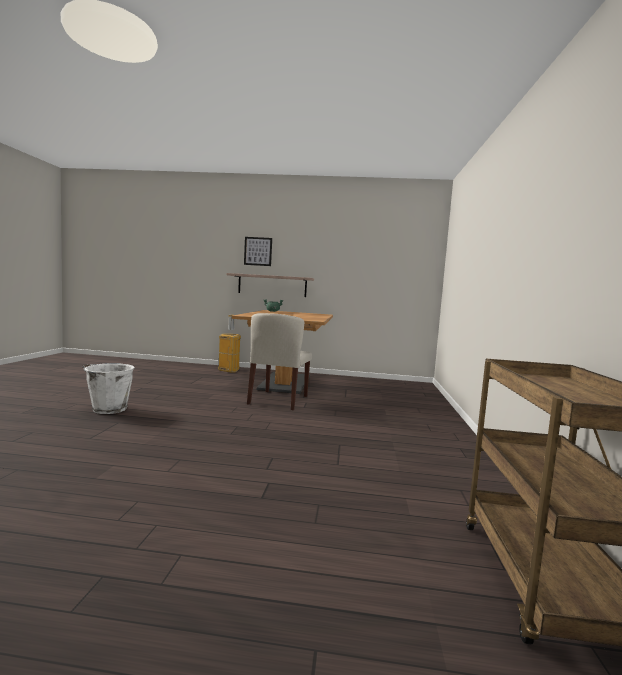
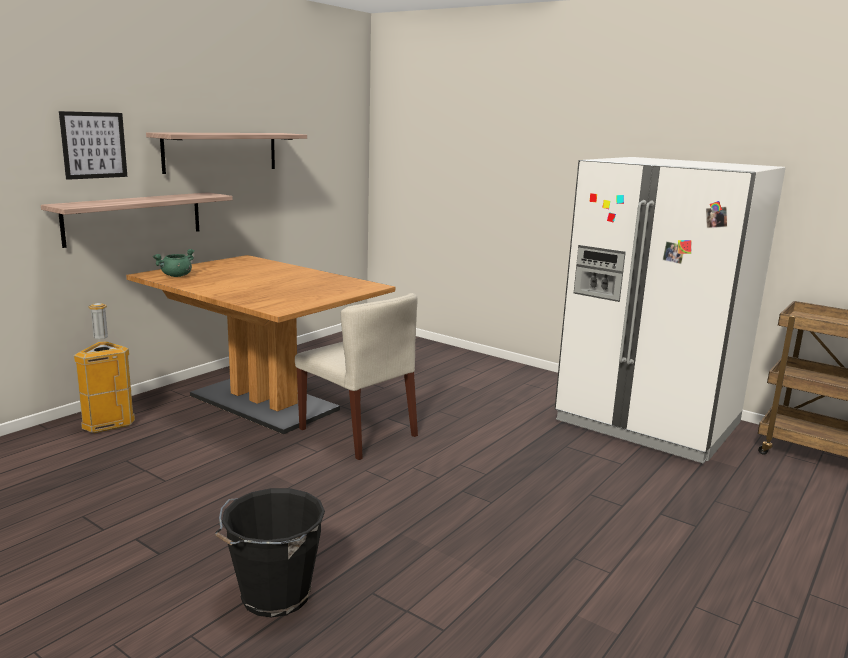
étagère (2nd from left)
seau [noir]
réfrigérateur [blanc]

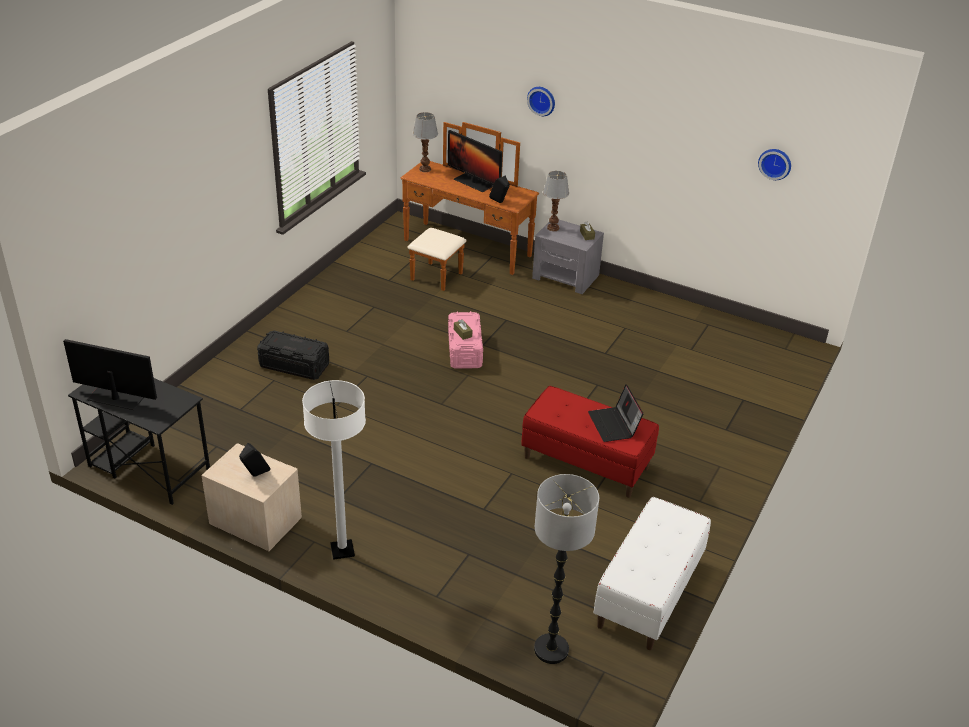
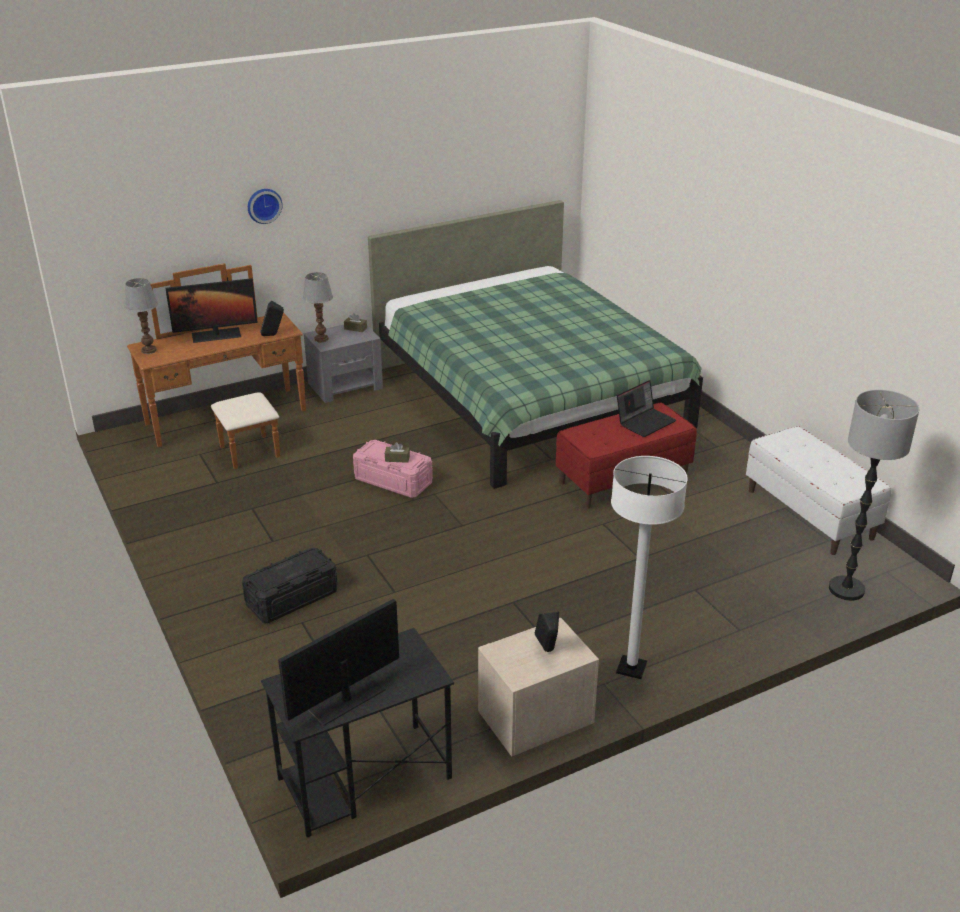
lit [vert]
ordinateur portable
horloge murale (2nd from left in the first image)

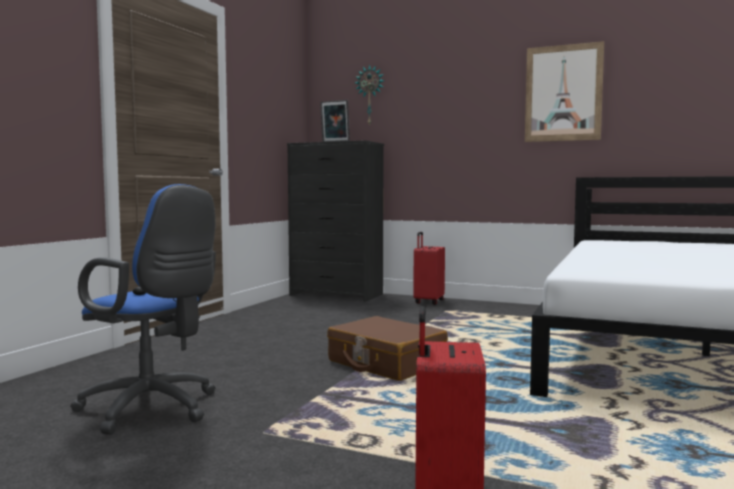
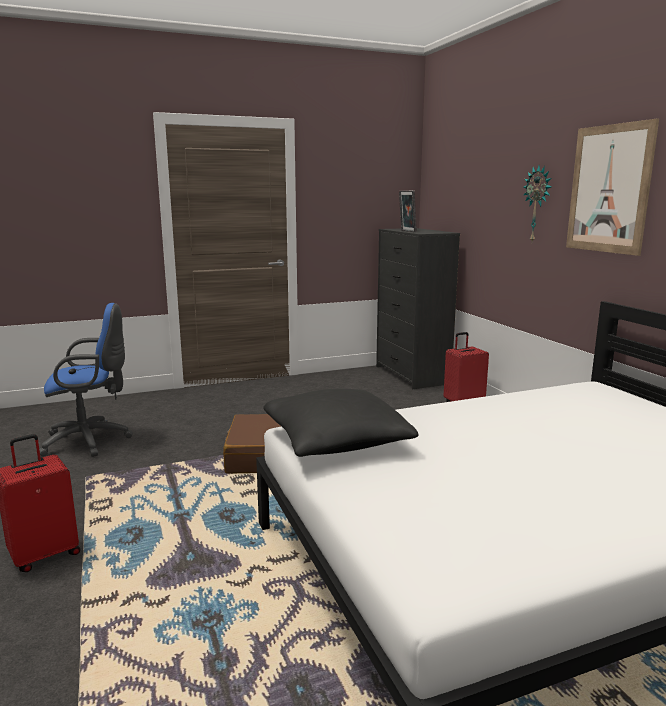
chaise de bureau [bleu]
coussin [noir]
horloge murale

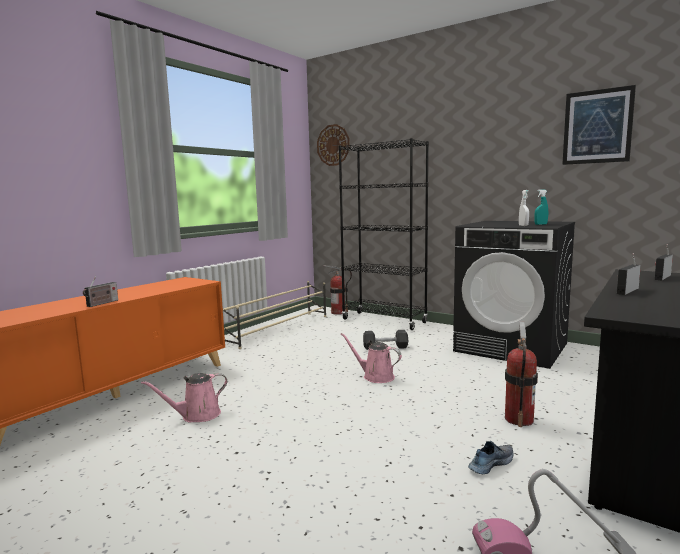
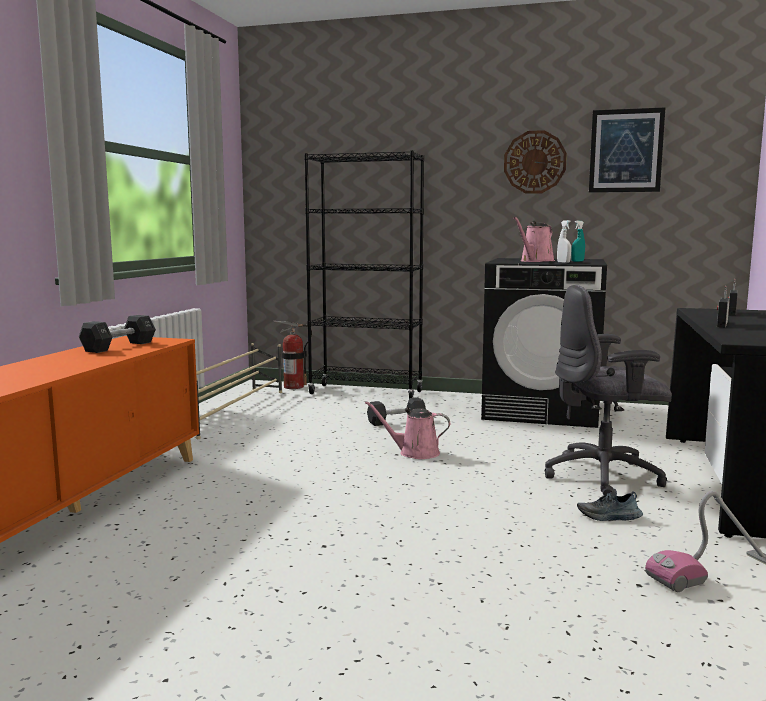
haltère [noir] (1st from left)
horloge murale
arrosoir [rose] (2nd from left)
chaise de bureau [gris]
chaussure
radio (1st from left in the first image)

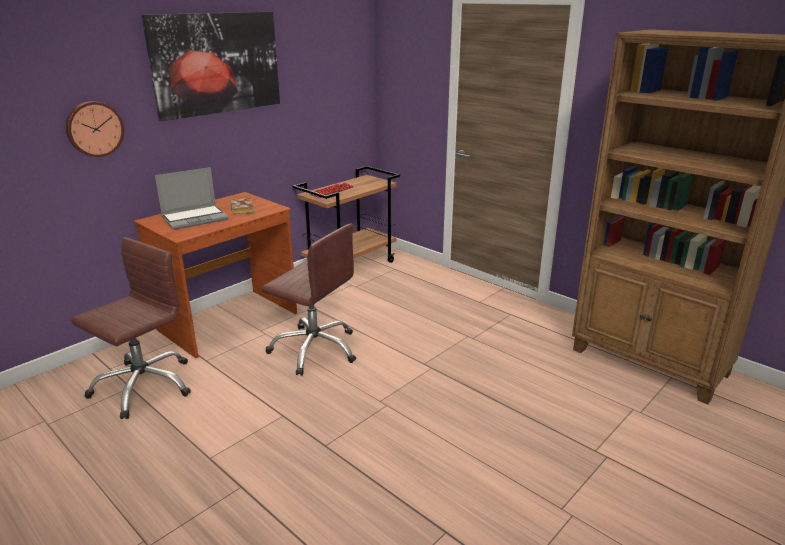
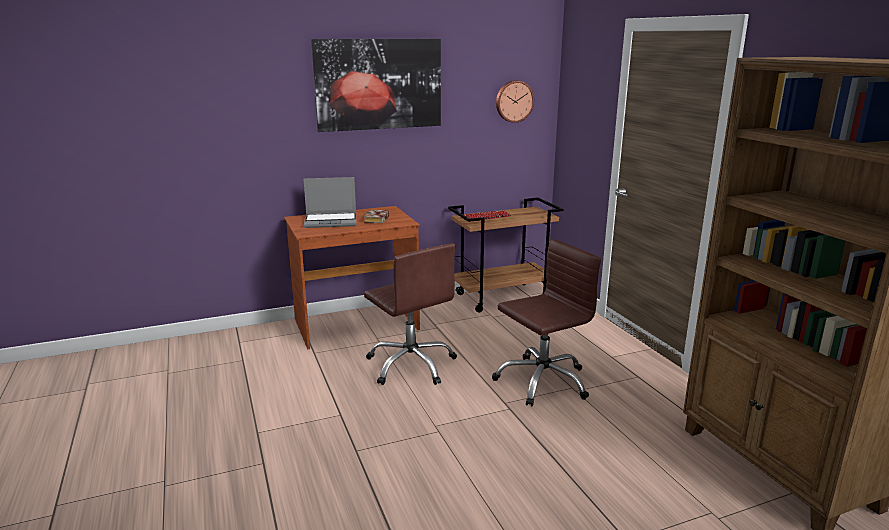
chaise de bureau [marron] (2nd from left)
horloge murale

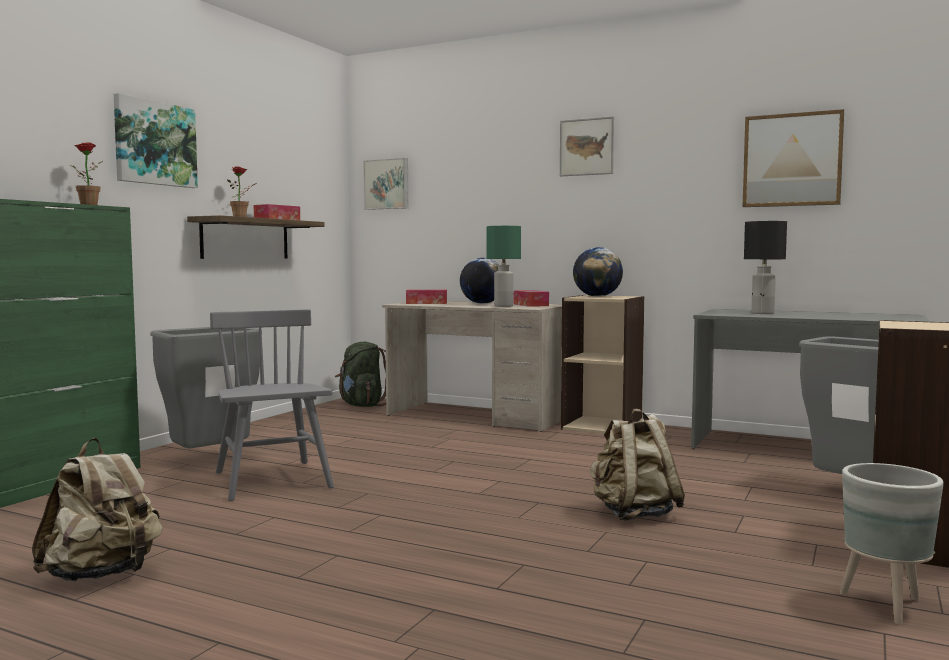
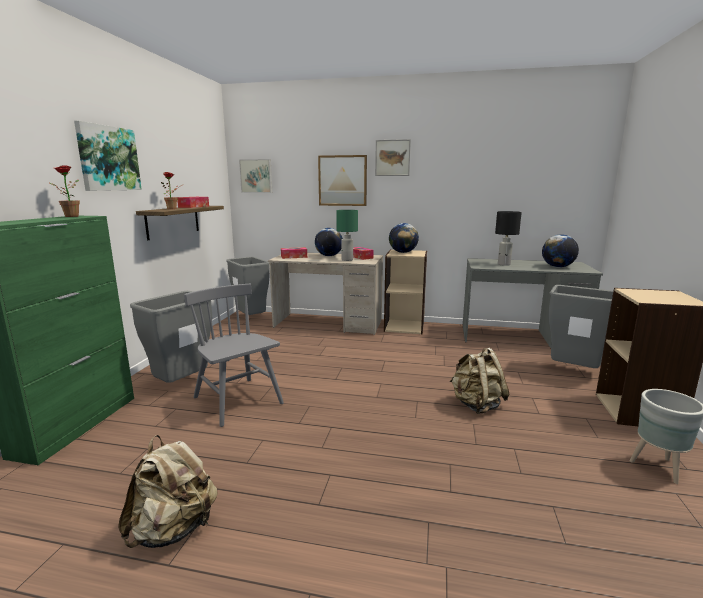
poubelle [gris] (2nd from left)
tableau (3rd from left)
globe (3rd from left)

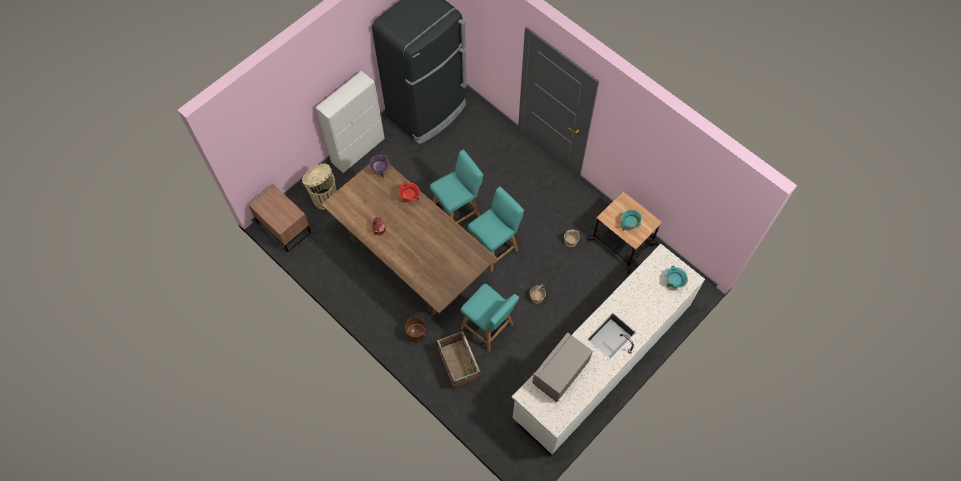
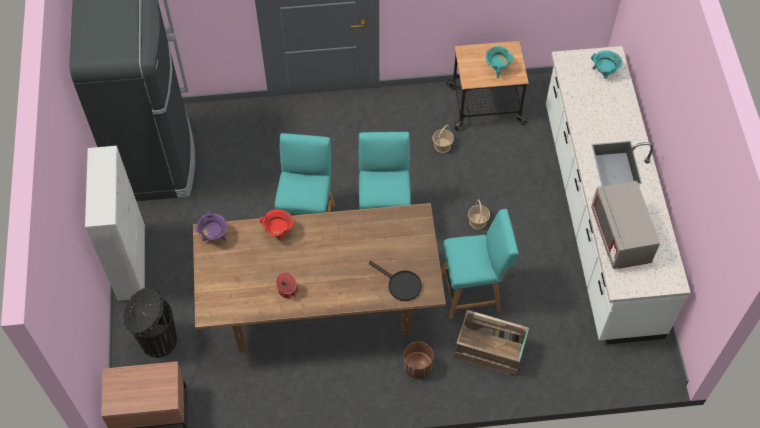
poubelle [noir]
poêle [noir]

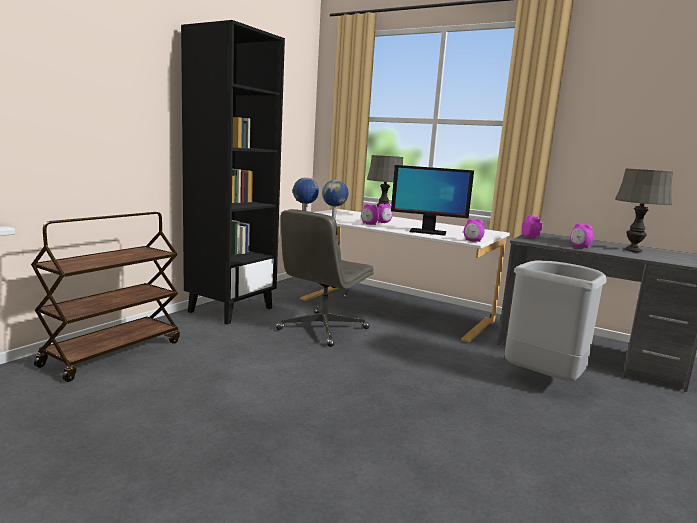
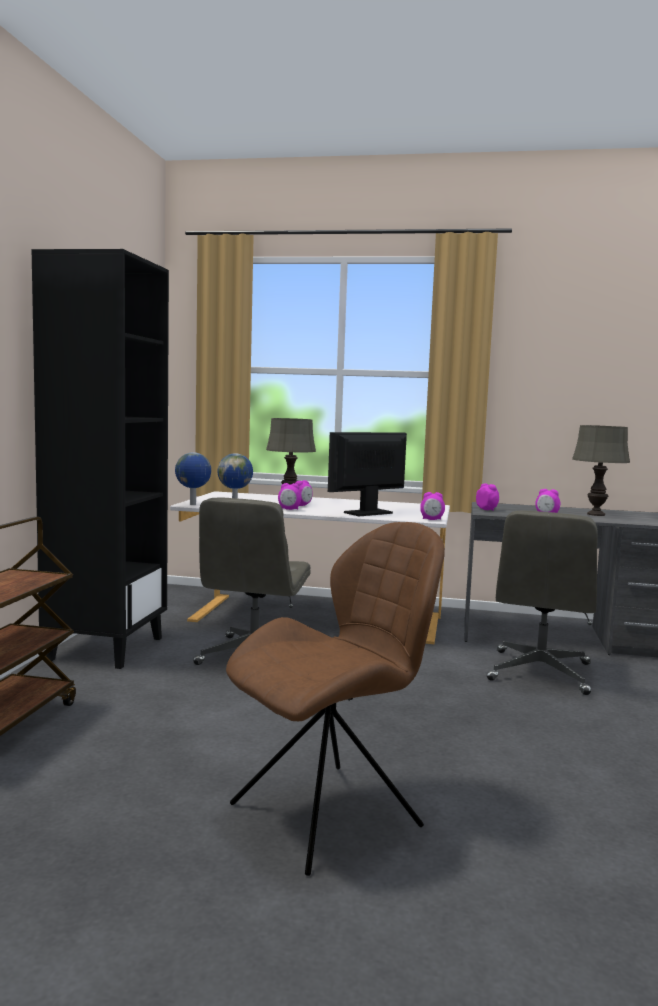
chaise [marron]
écran d'ordinateur
chaise de bureau [gris] (2nd from left)

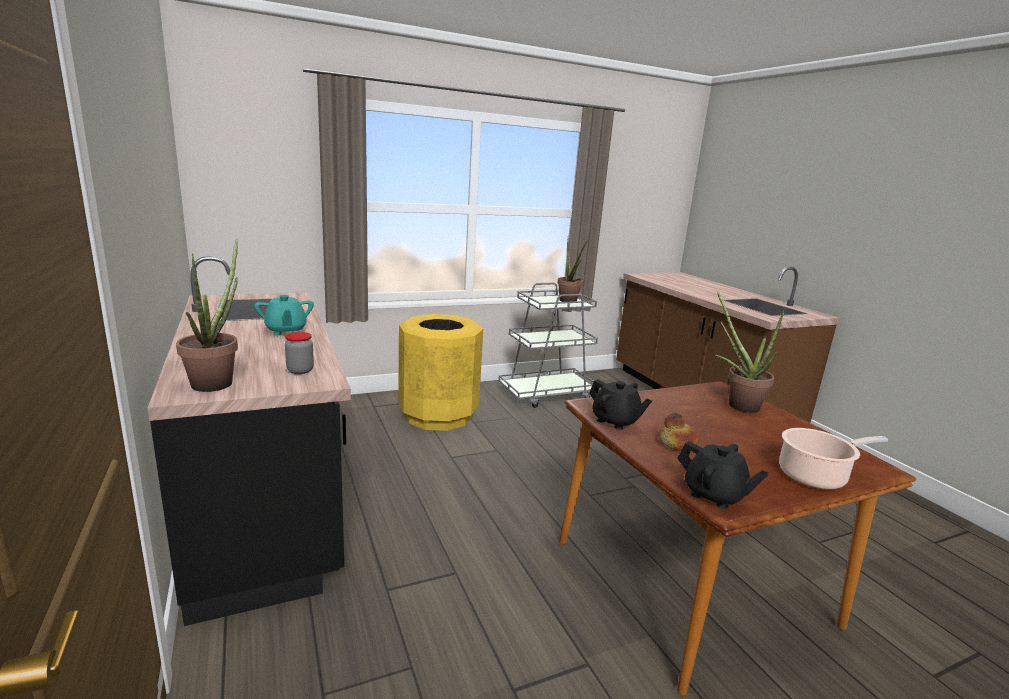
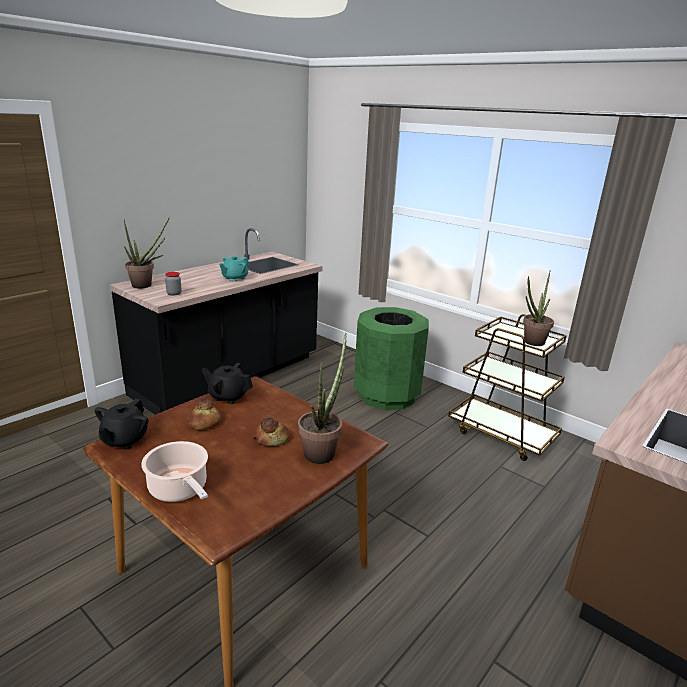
théière [noir] (2nd from left)
pain (2nd from left)
poubelle [vert]
chariot [marron]

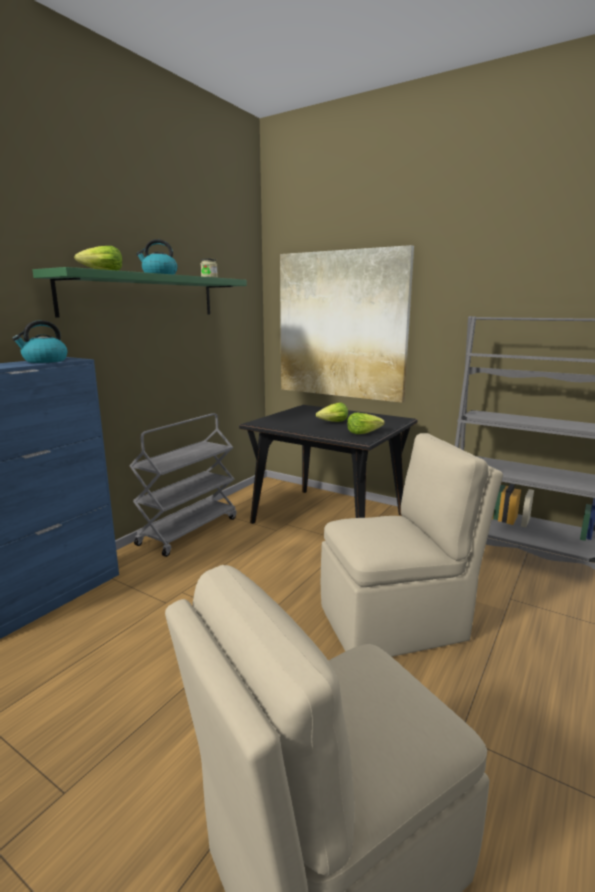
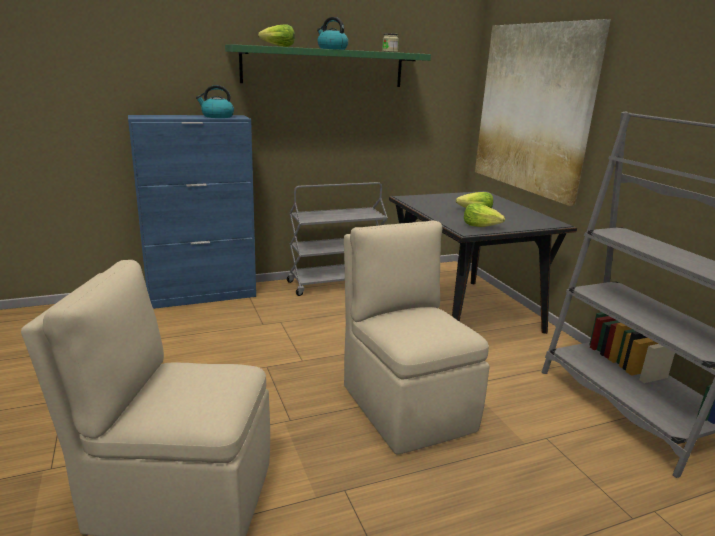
chaise [beige] (2nd from left)

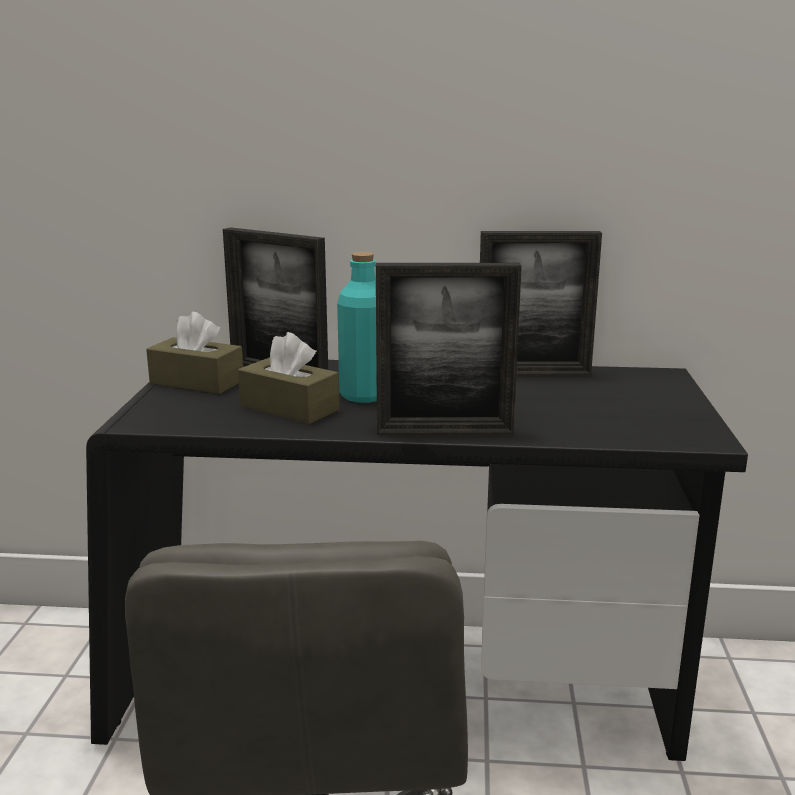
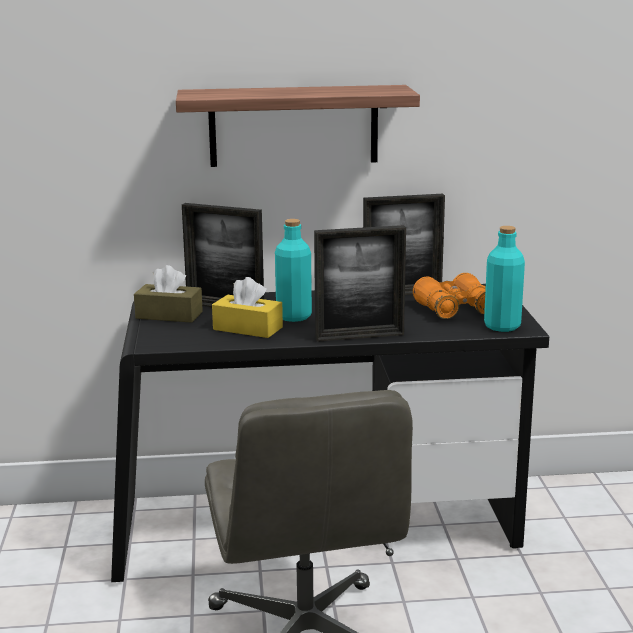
étagère
boîte à mouchoirs [jaune]
jumelles [orange]
bouteille [turquoise] (2nd from left)

